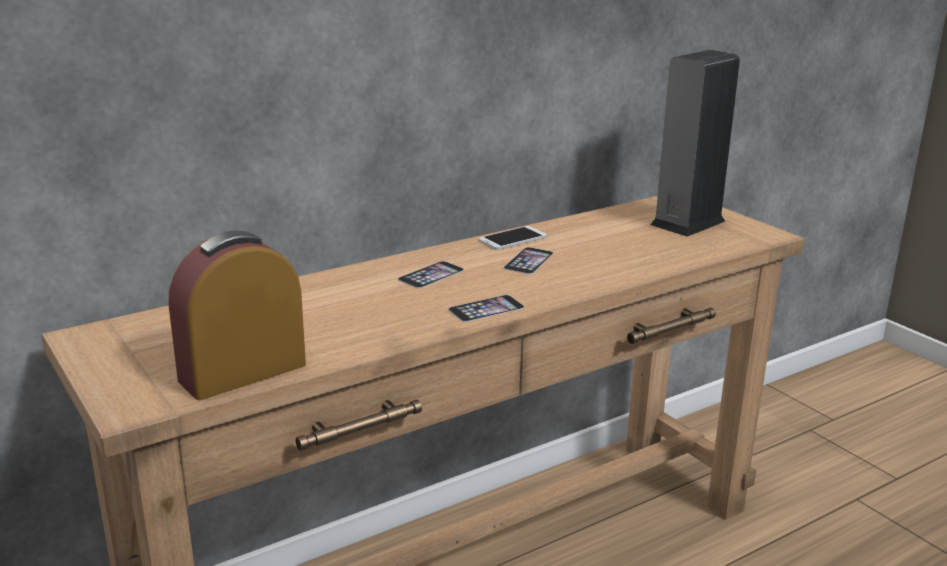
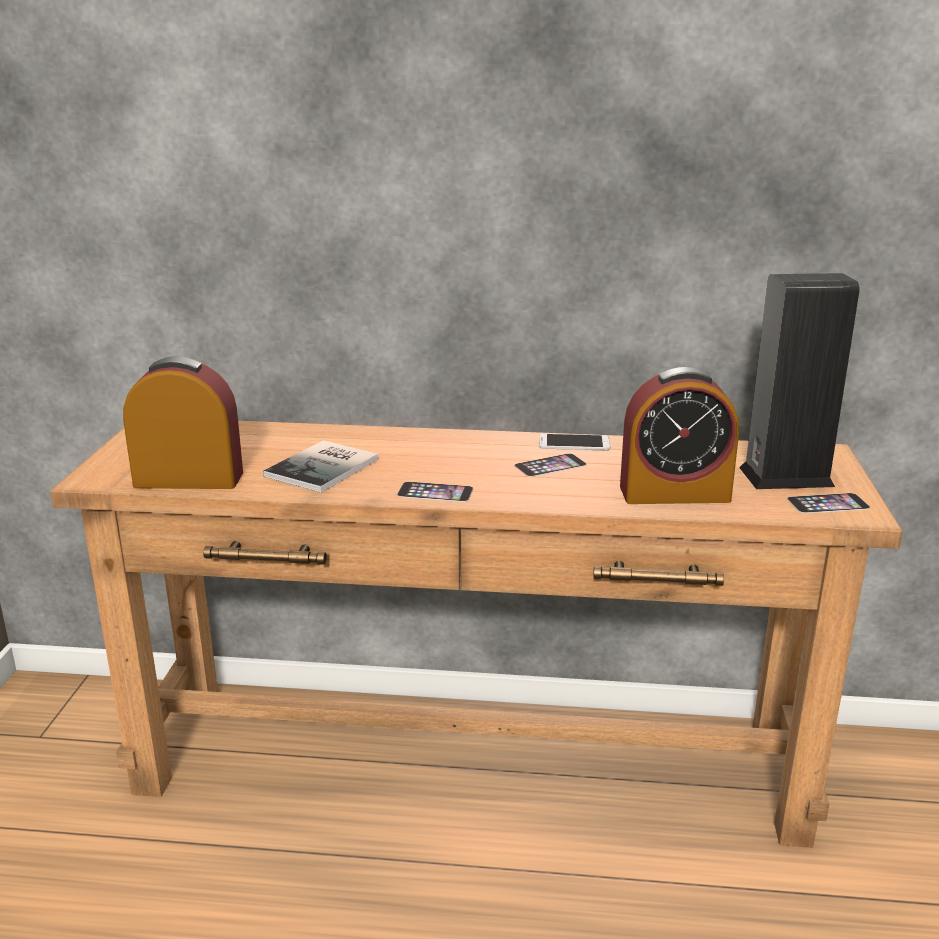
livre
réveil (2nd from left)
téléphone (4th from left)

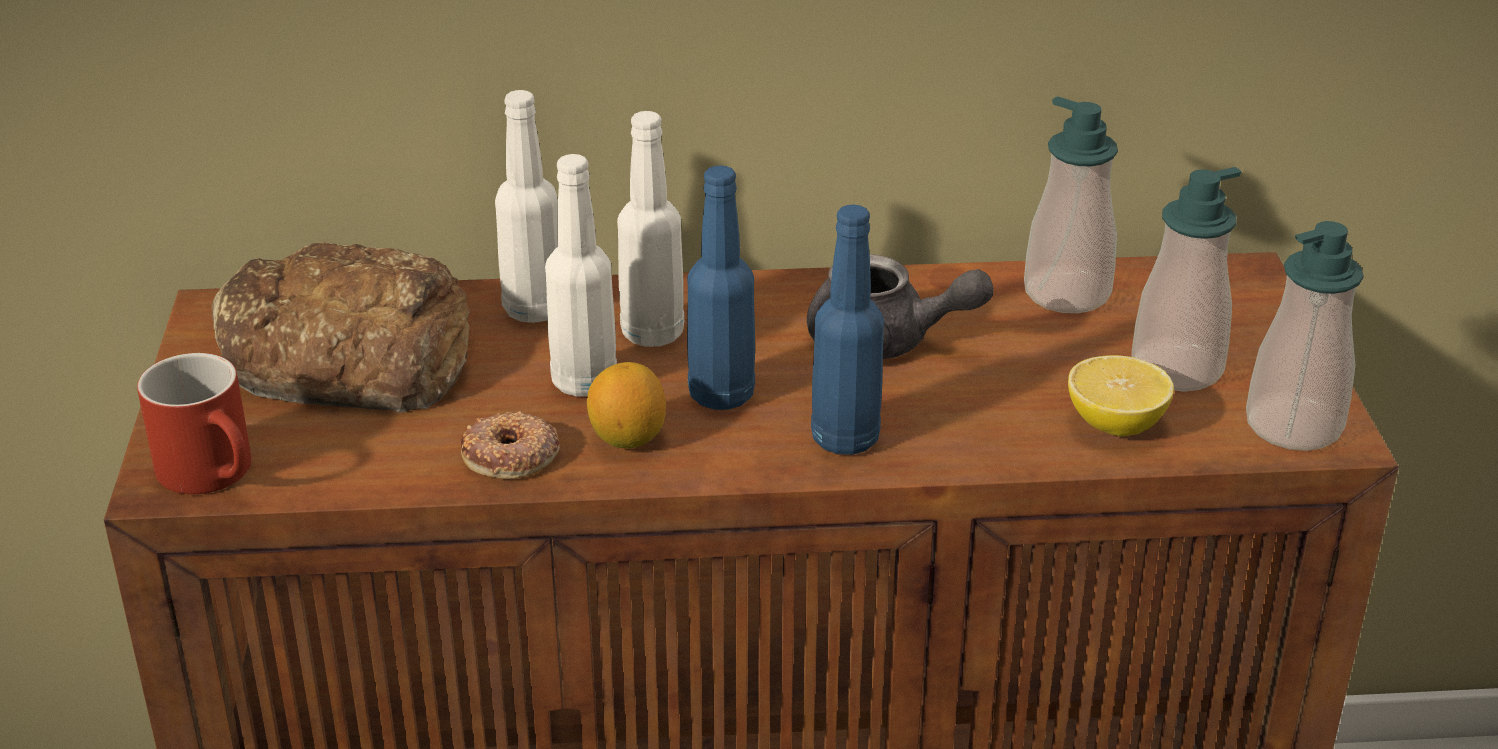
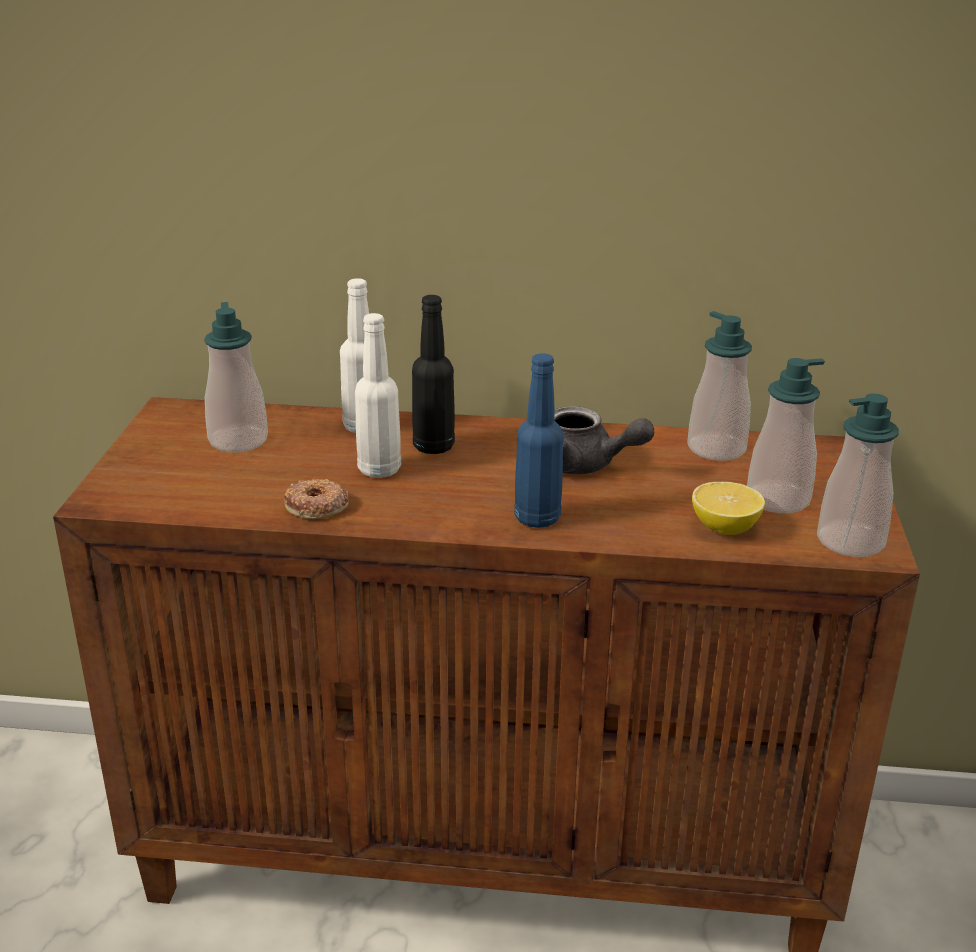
distributeur de savon (1st from left)
bouteille [noir]
mug [rouge]
citron (1st from left in the first image)
bouteille [bleu] (1st from left in the first image)

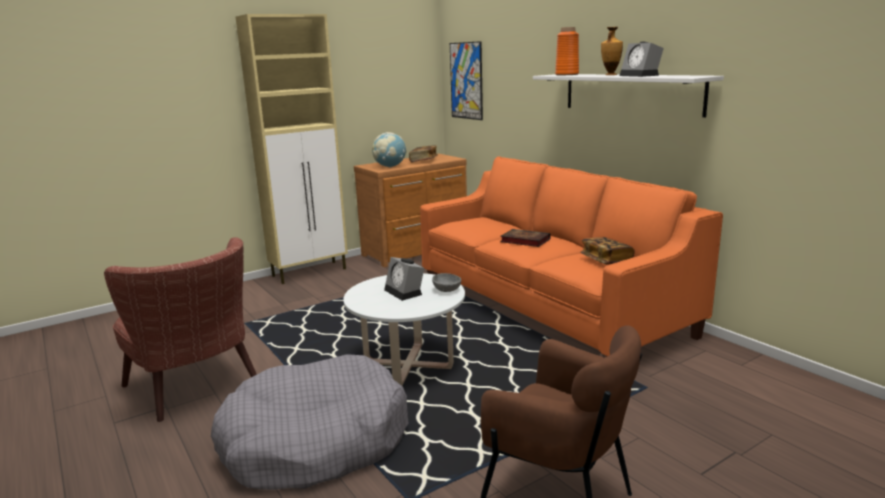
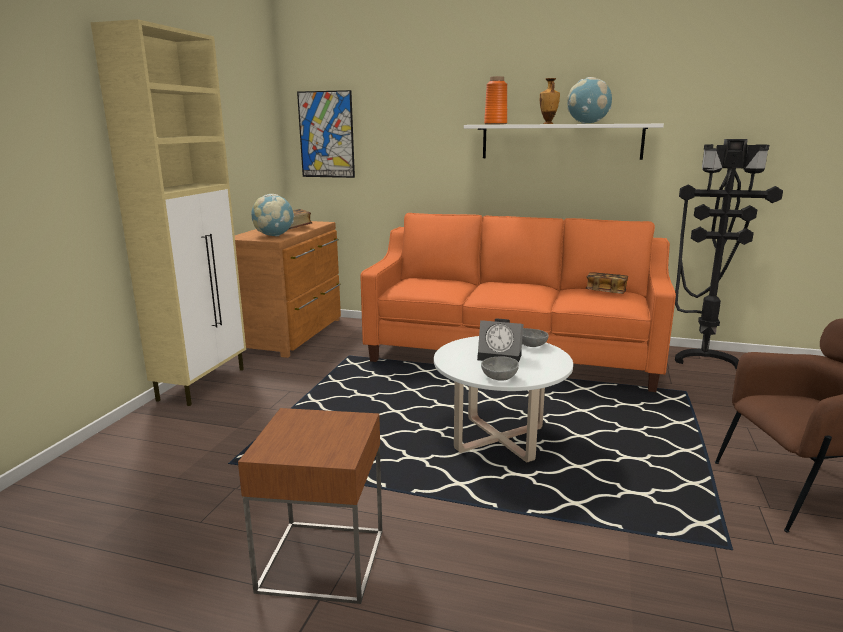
table d'appoint [marron]
bol [gris] (1st from left)
globe (2nd from left)
lampadaire [noir]
panier pour chien [gris]
livre (2nd from left in the first image)

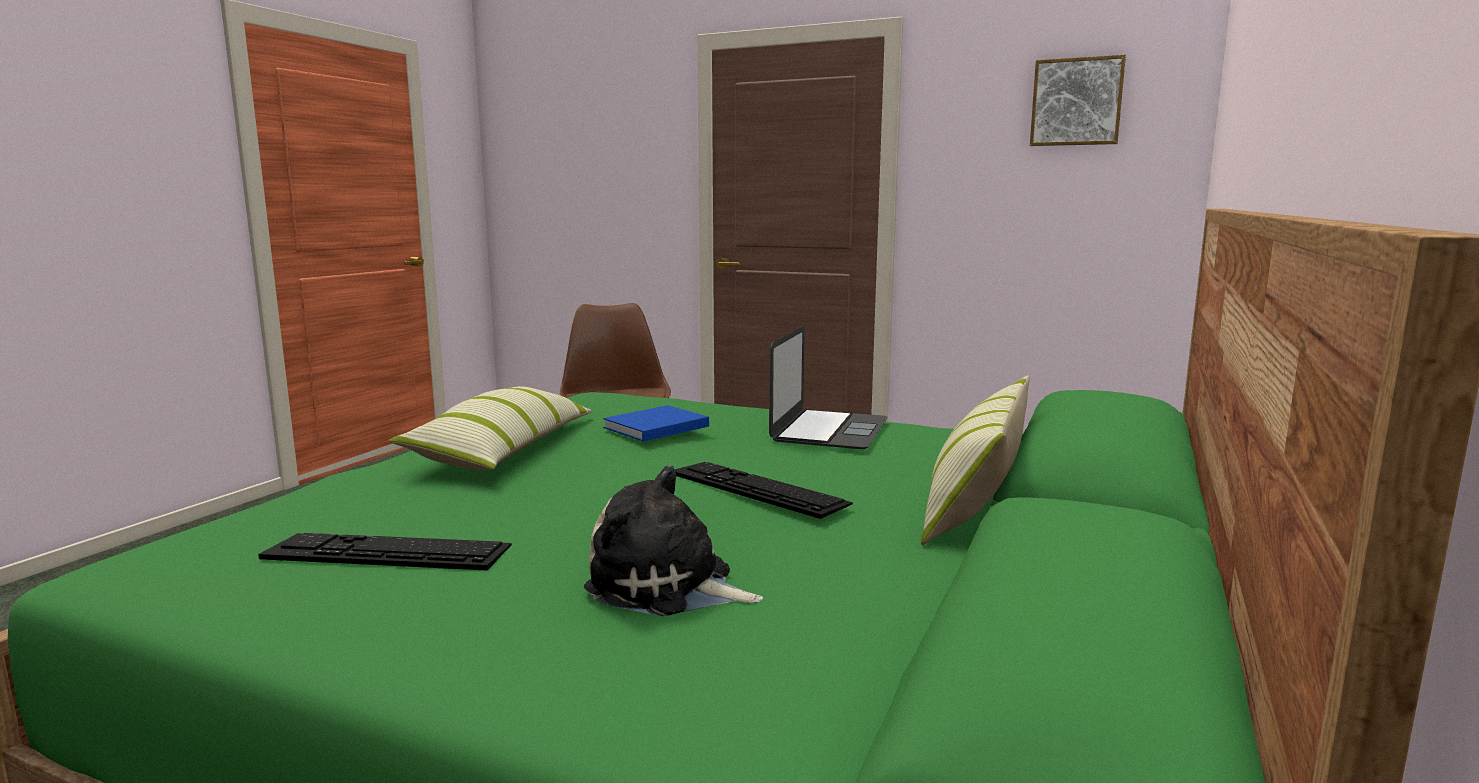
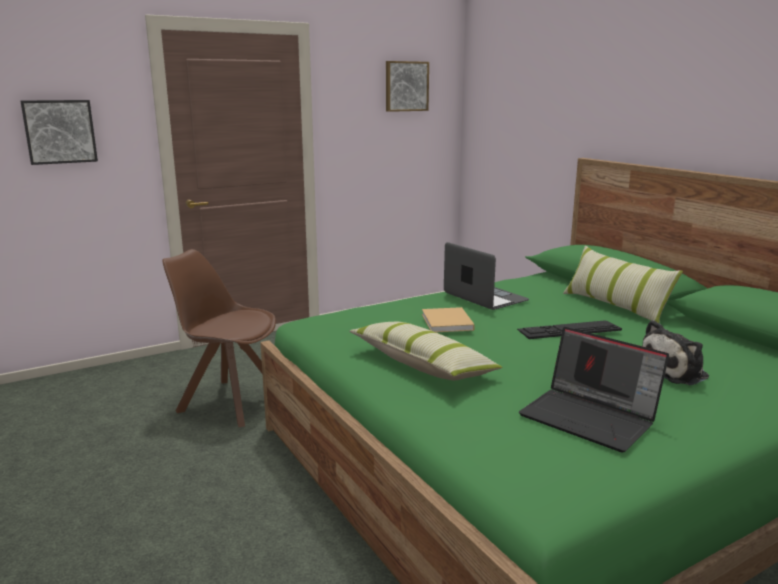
tableau (1st from left)
livre [beige]
ordinateur portable (2nd from left)

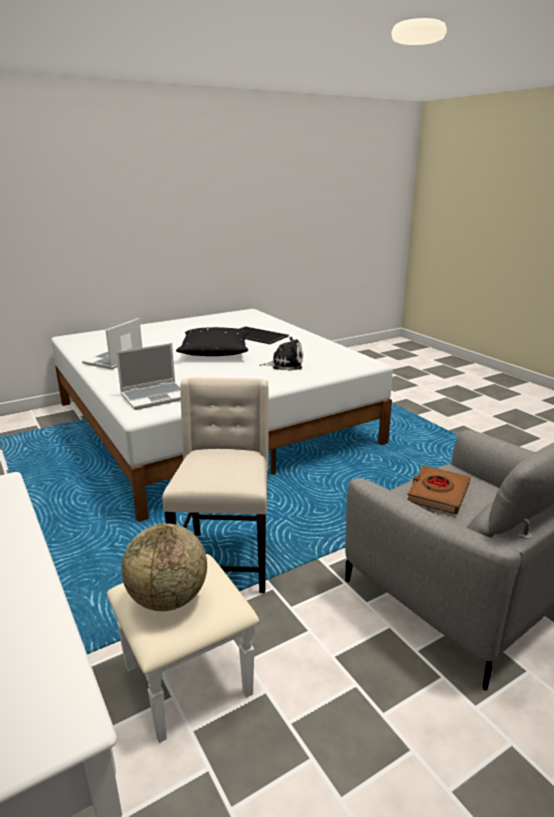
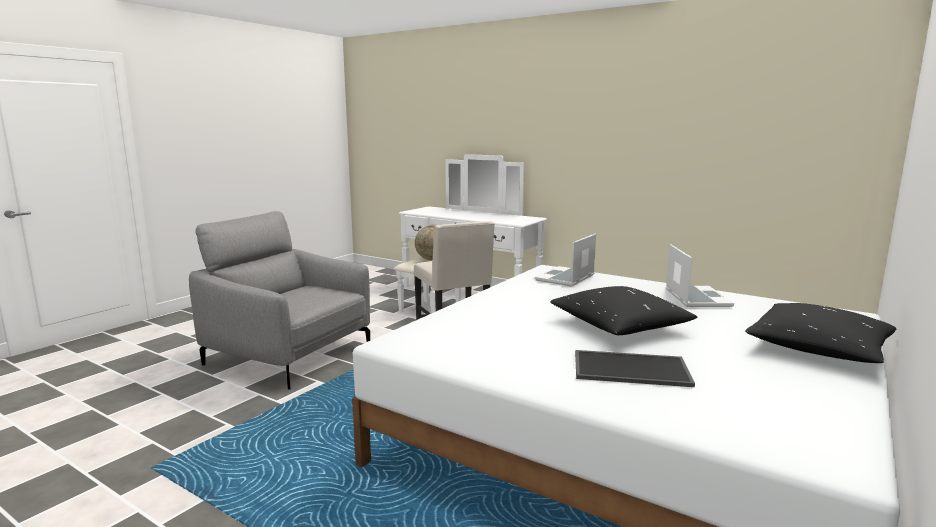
coussin [noir] (2nd from left)
peluche
livre [marron]

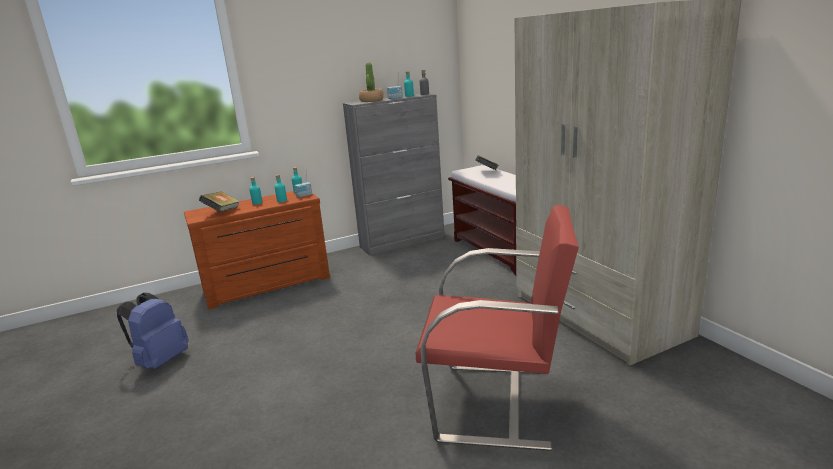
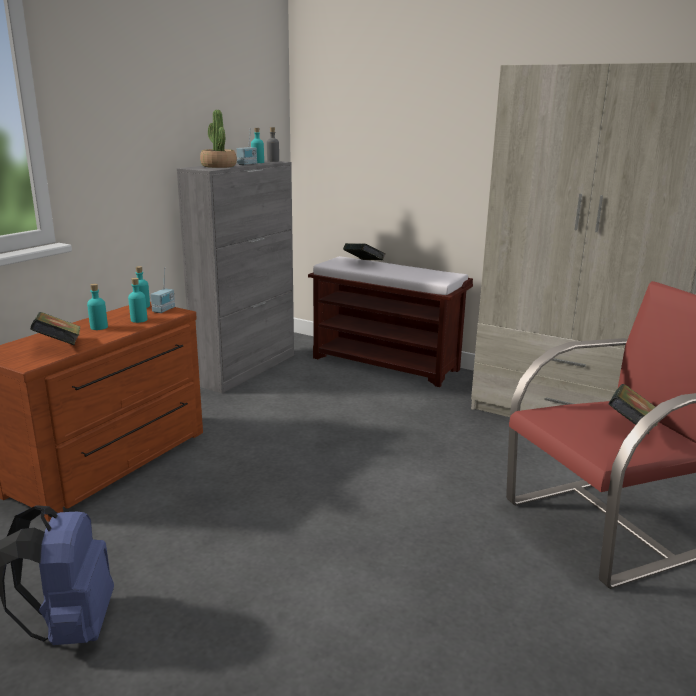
livre (3rd from left)

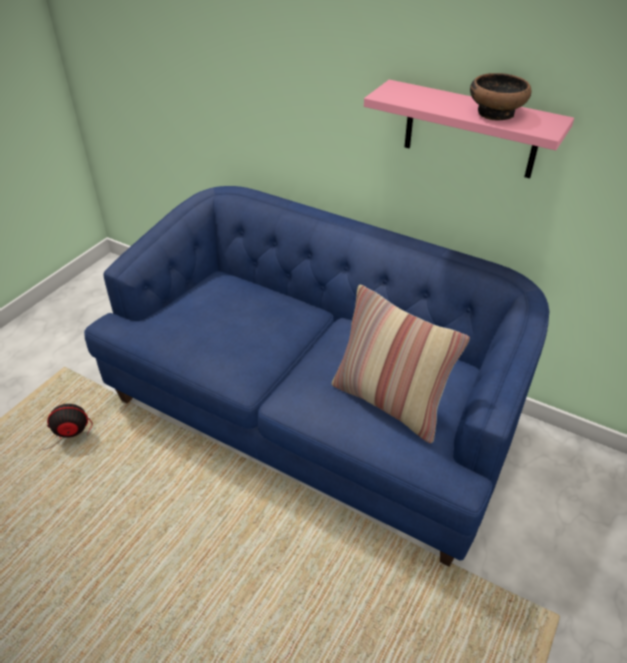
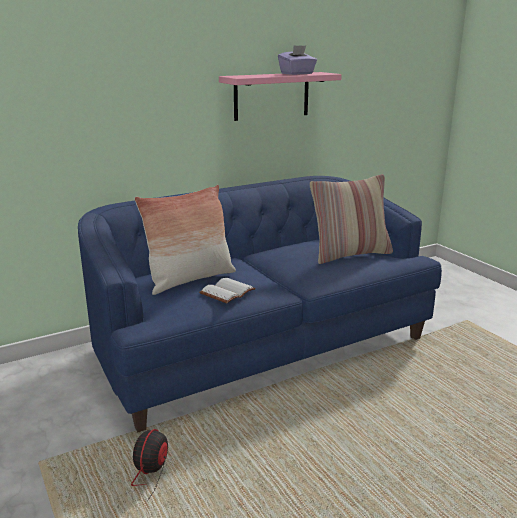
coussin (1st from left)
livre [blanc]
boîte à mouchoirs [violet]

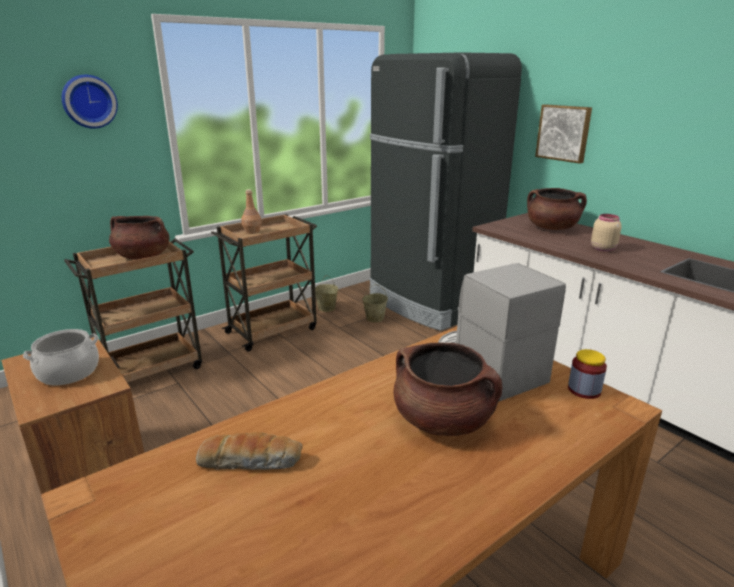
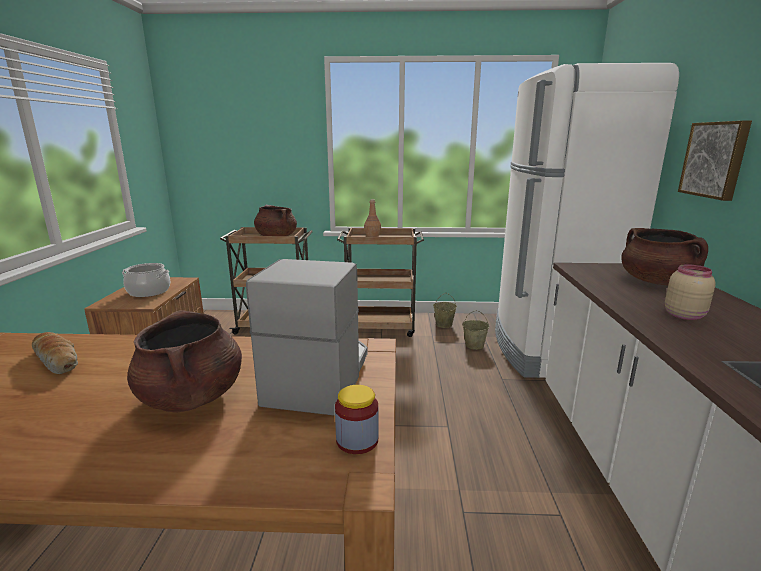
réfrigérateur [blanc]
horloge murale

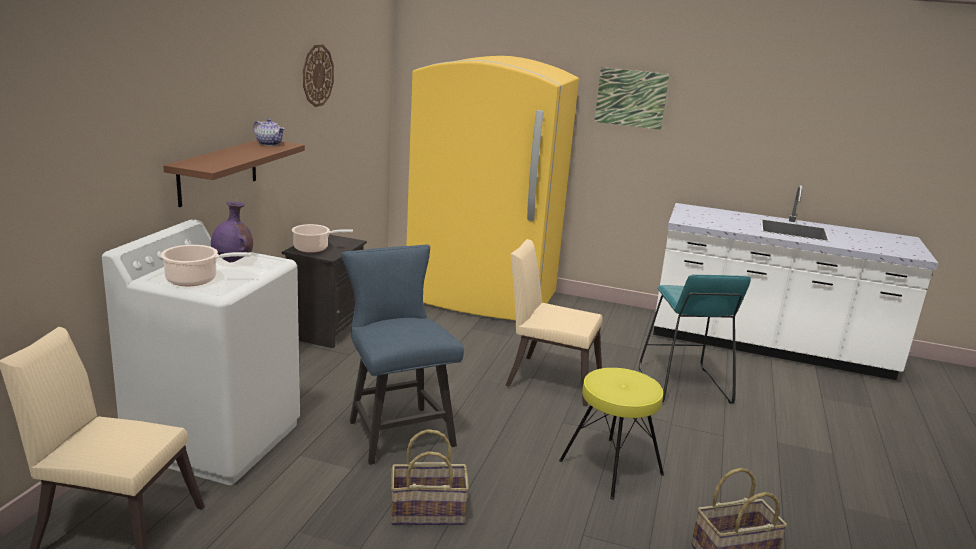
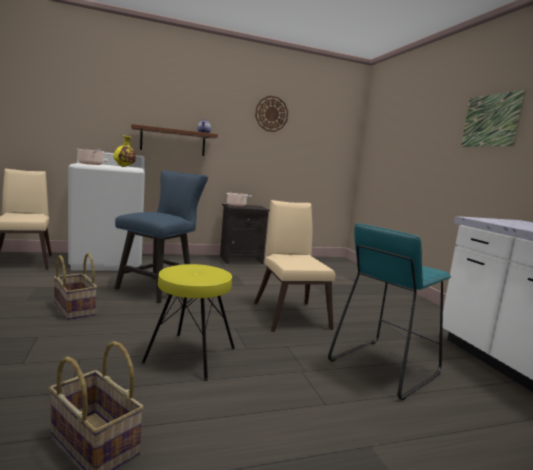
vase [jaune]
réfrigérateur [jaune]

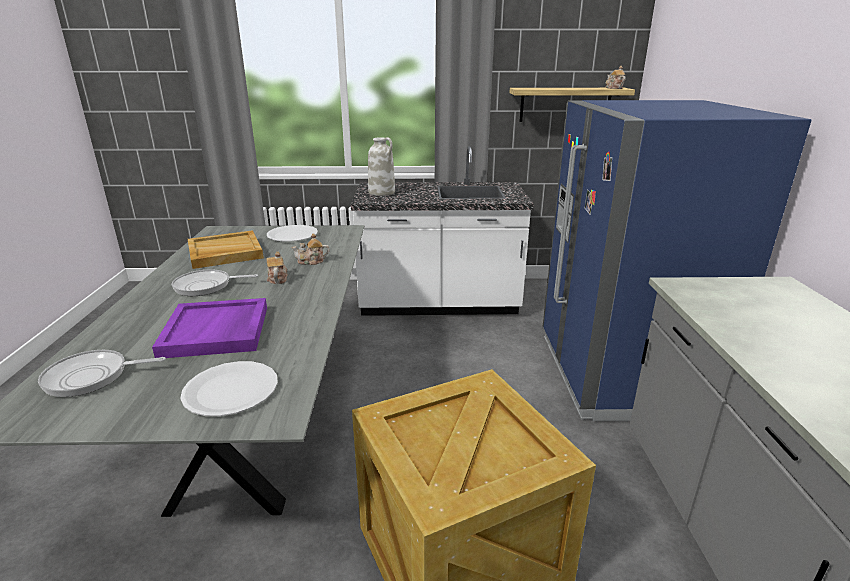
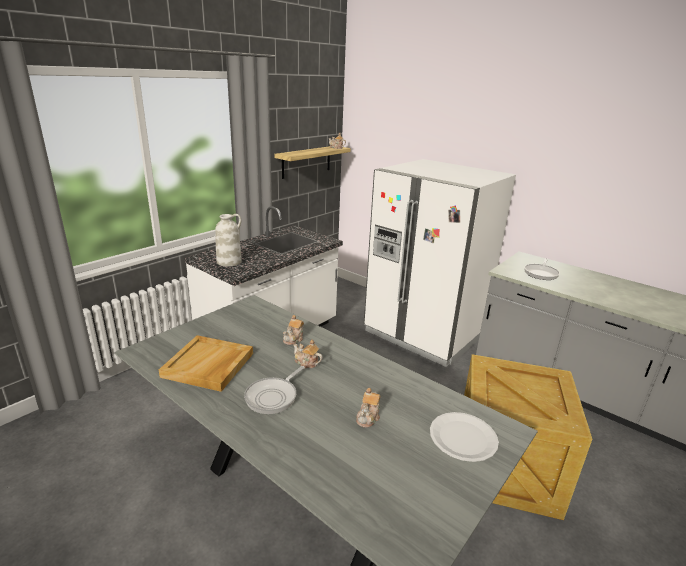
théière (4th from left)
réfrigérateur [blanc]
poêle (2nd from left)
assiette [blanc] (2nd from left in the first image)

